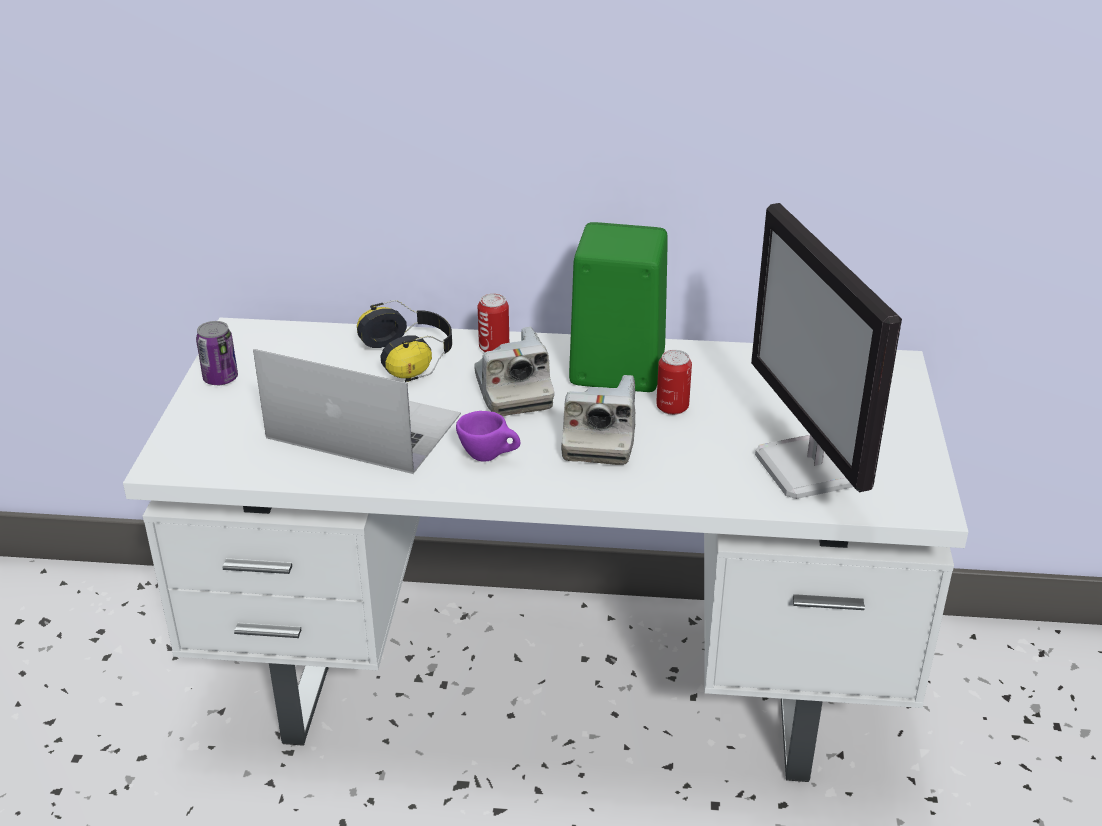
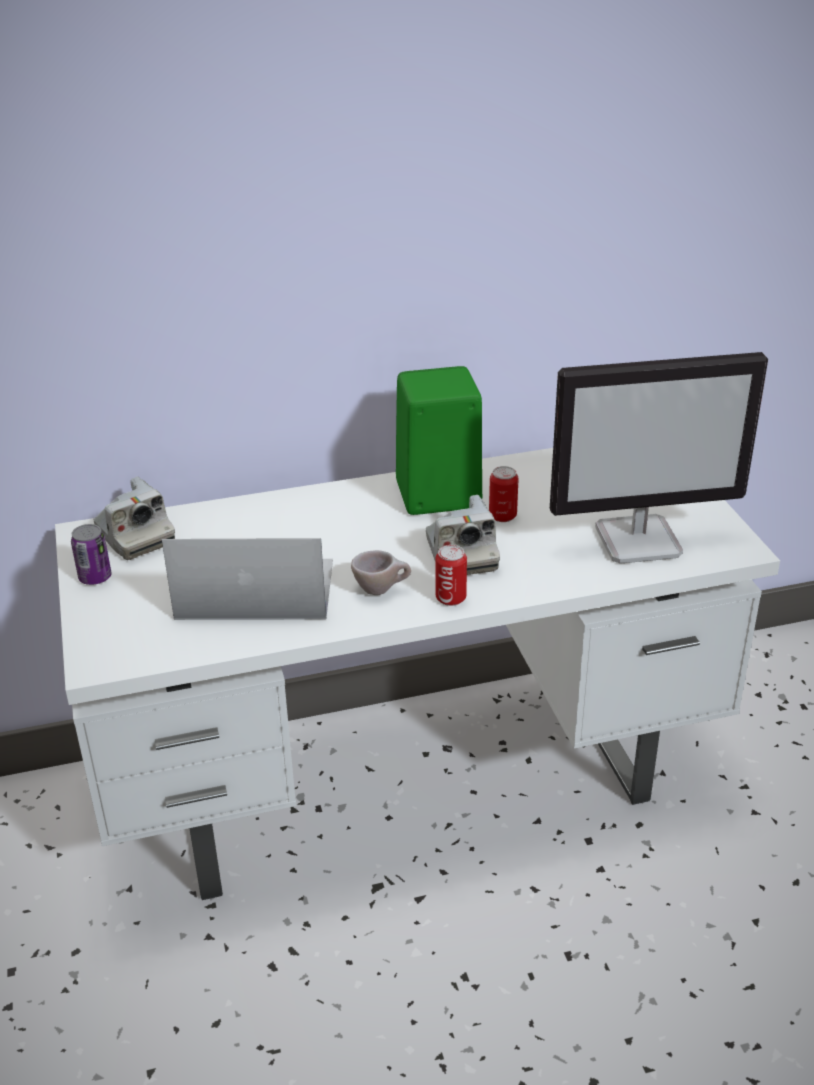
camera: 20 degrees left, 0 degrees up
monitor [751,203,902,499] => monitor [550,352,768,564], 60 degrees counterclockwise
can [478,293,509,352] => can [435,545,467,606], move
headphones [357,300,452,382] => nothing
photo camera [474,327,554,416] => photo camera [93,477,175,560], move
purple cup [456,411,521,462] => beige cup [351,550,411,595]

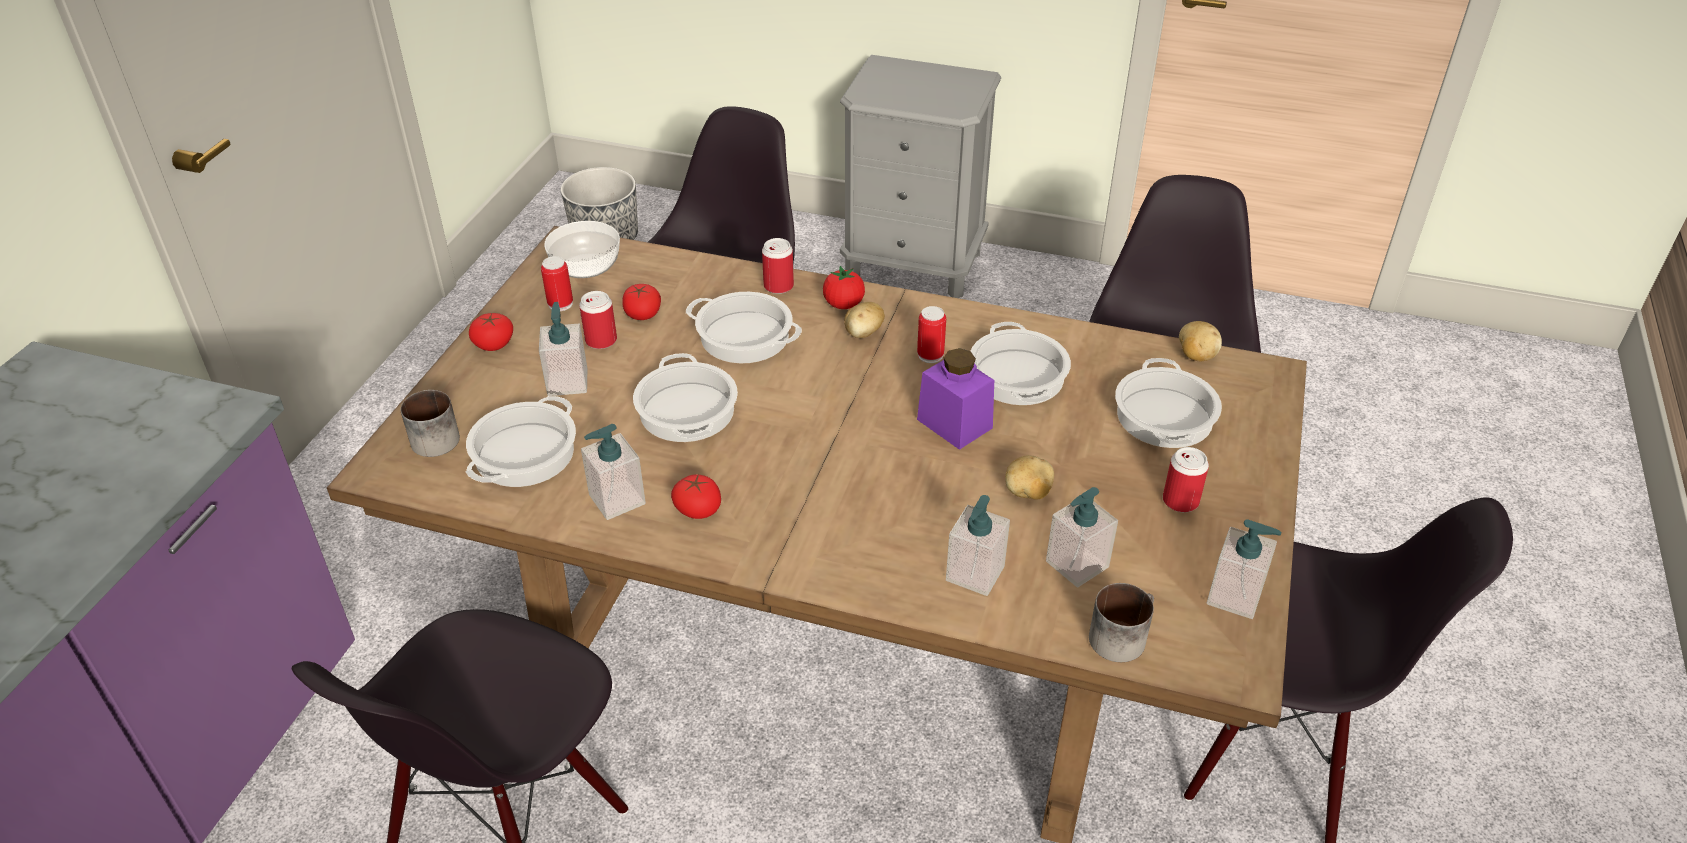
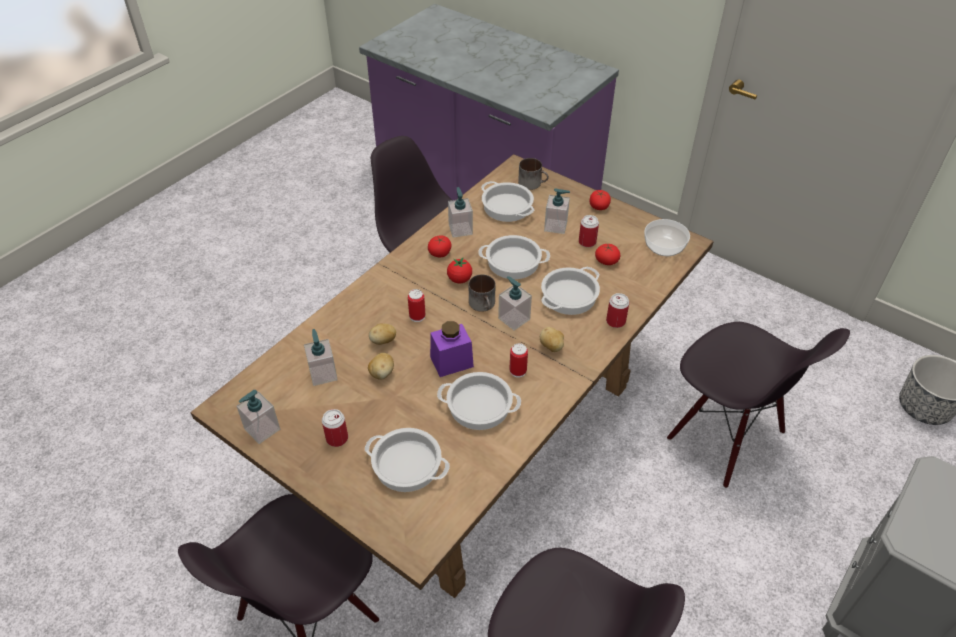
camera: 110 degrees right, 5 degrees up
can [541,256,573,311] => can [408,289,425,322], move
tomato [823,266,865,309] => tomato [447,258,472,283], move
potato [1179,321,1222,361] => potato [369,323,396,345], move
soap dispenser [946,495,1010,596] => soap dispenser [498,276,532,331], move
mug [1089,583,1154,662] => mug [469,274,495,312], move

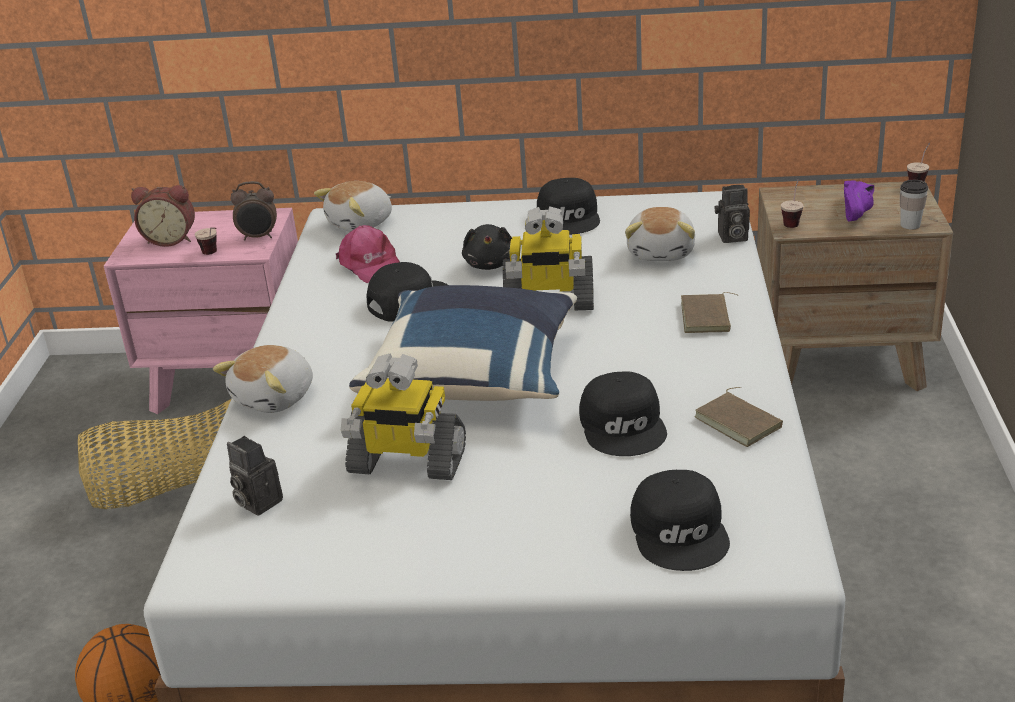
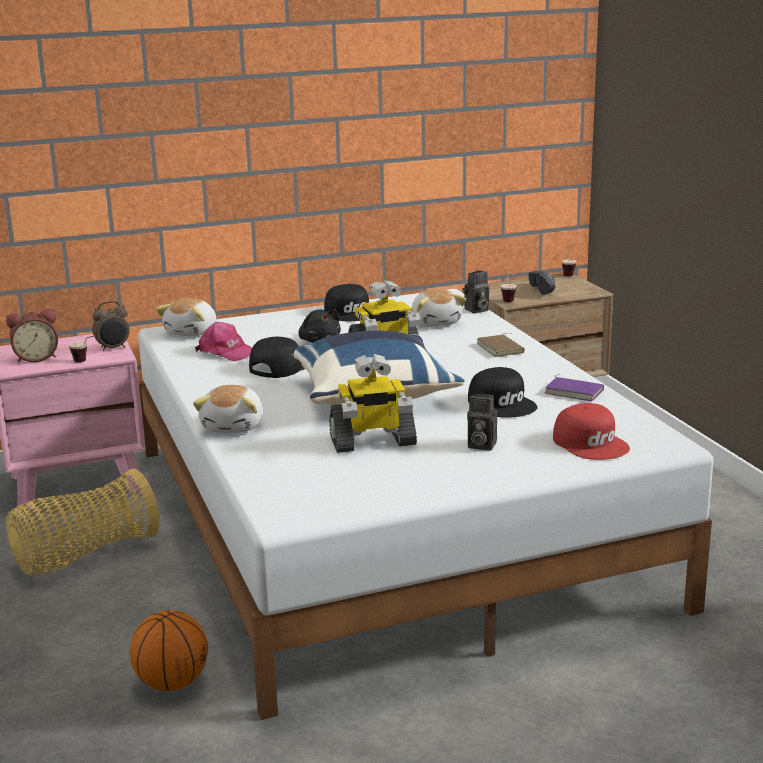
camera: 25 degrees left, 10 degrees down
cup [900,180,928,229] => nothing
purple shoe [844,181,874,221] => black shoe [529,271,555,295]
brown book [694,387,783,447] => purple book [544,374,604,401]
photo camera [227,436,283,516] => photo camera [467,394,497,451], move
black cap [630,470,730,571] => red cap [553,403,630,460]

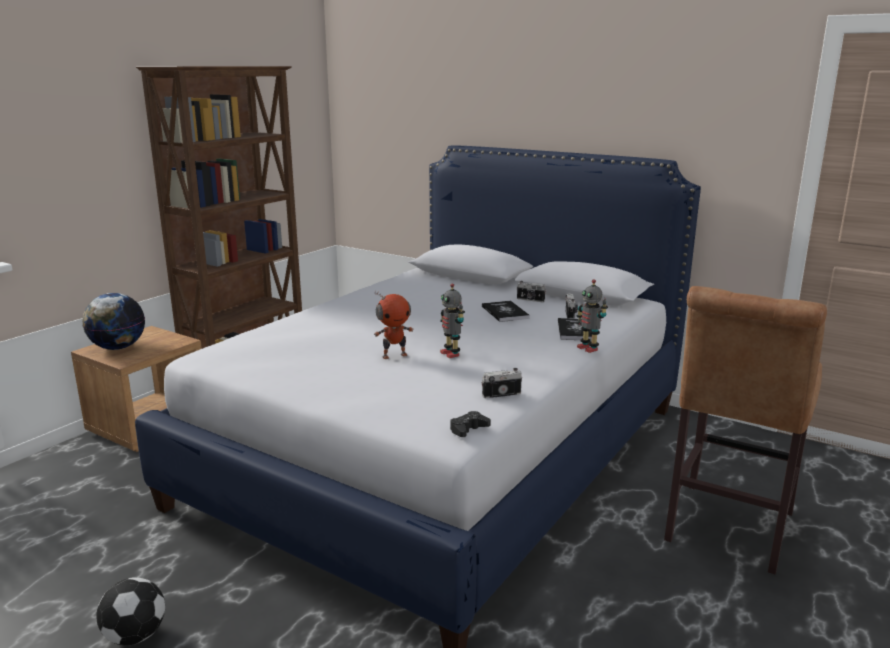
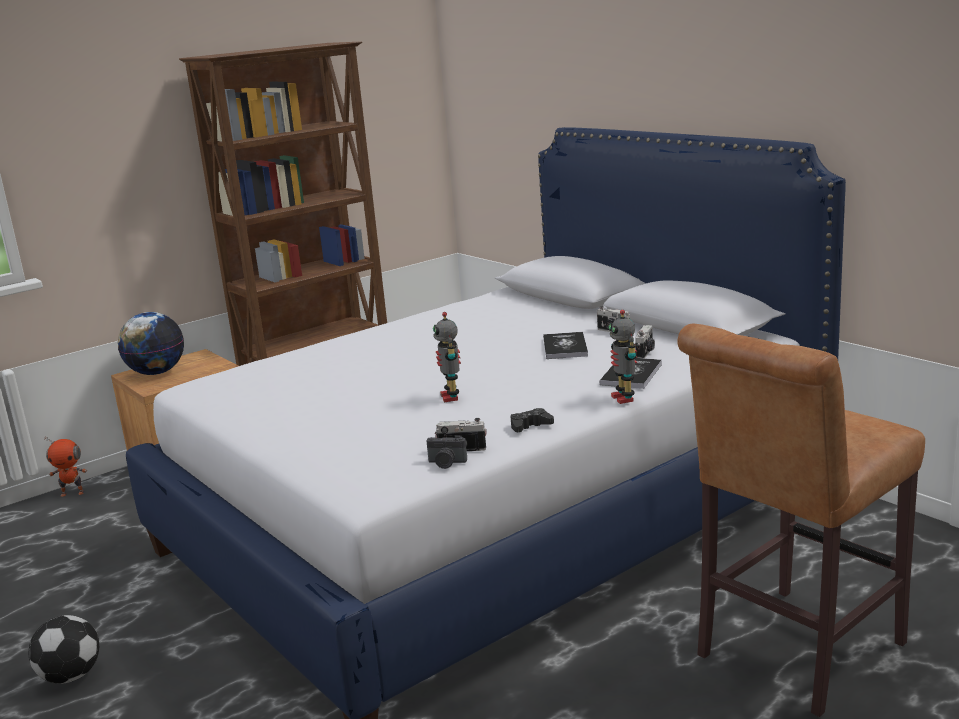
camera: 20 degrees right, 0 degrees up
toy robot [374,291,413,359] => toy robot [44,436,87,497], move
black game controller [450,411,491,437] => black game controller [511,408,554,432], move
nothing => photo camera [426,435,467,469]

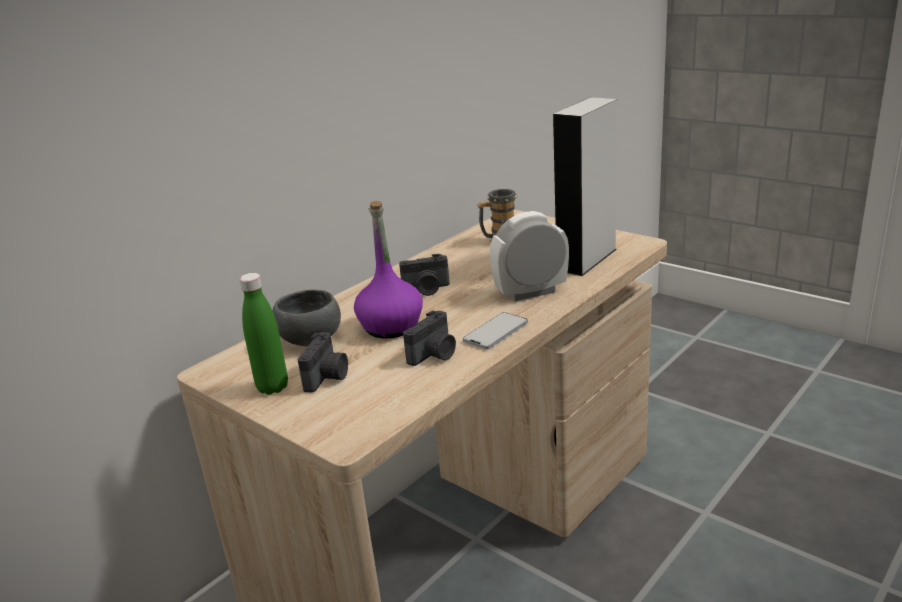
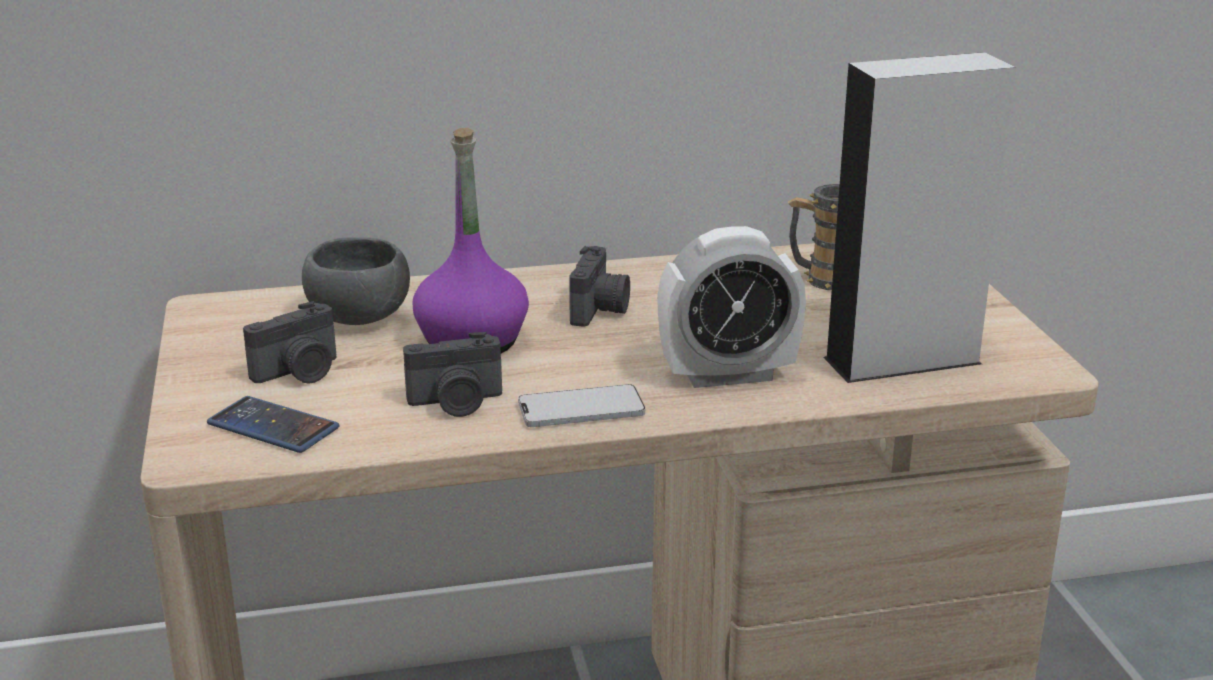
camera: 35 degrees right, 0 degrees up
alarm clock [490,211,569,301] => alarm clock [657,226,806,388], 150 degrees clockwise
photo camera [399,254,450,296] => photo camera [569,246,630,327], 105 degrees counterclockwise
green bottle [239,273,288,395] => nothing
nothing => phone [207,396,339,453]

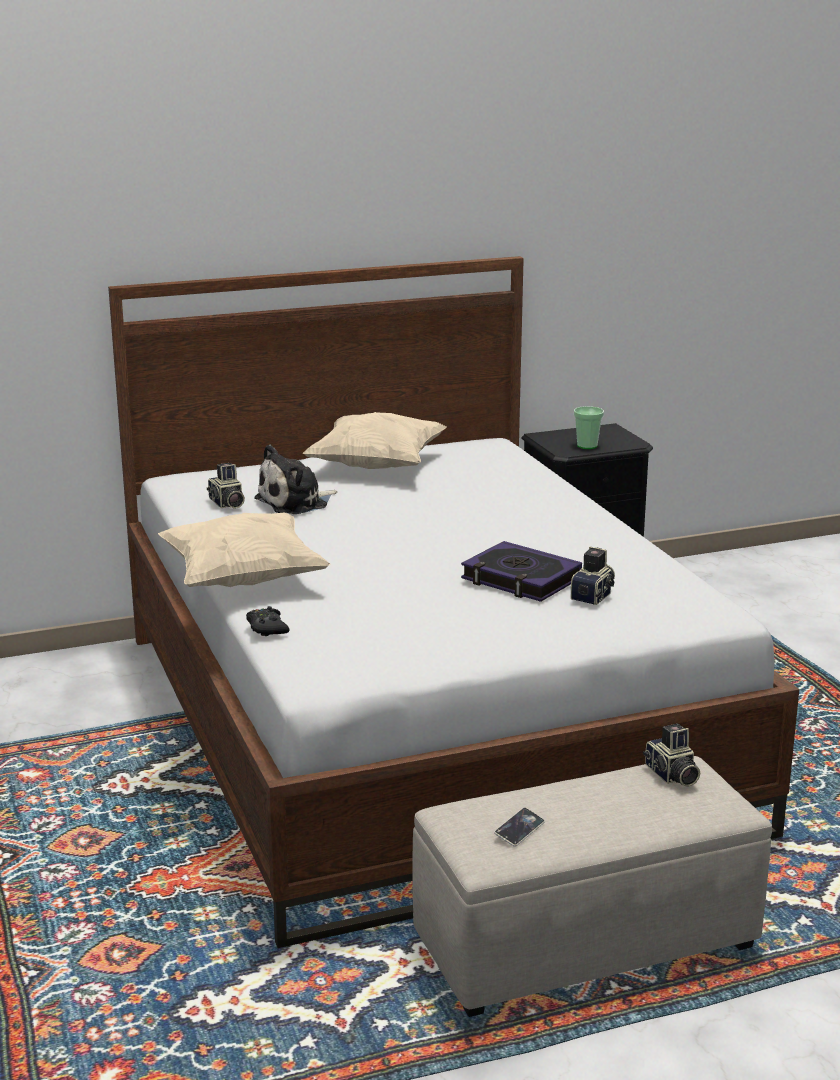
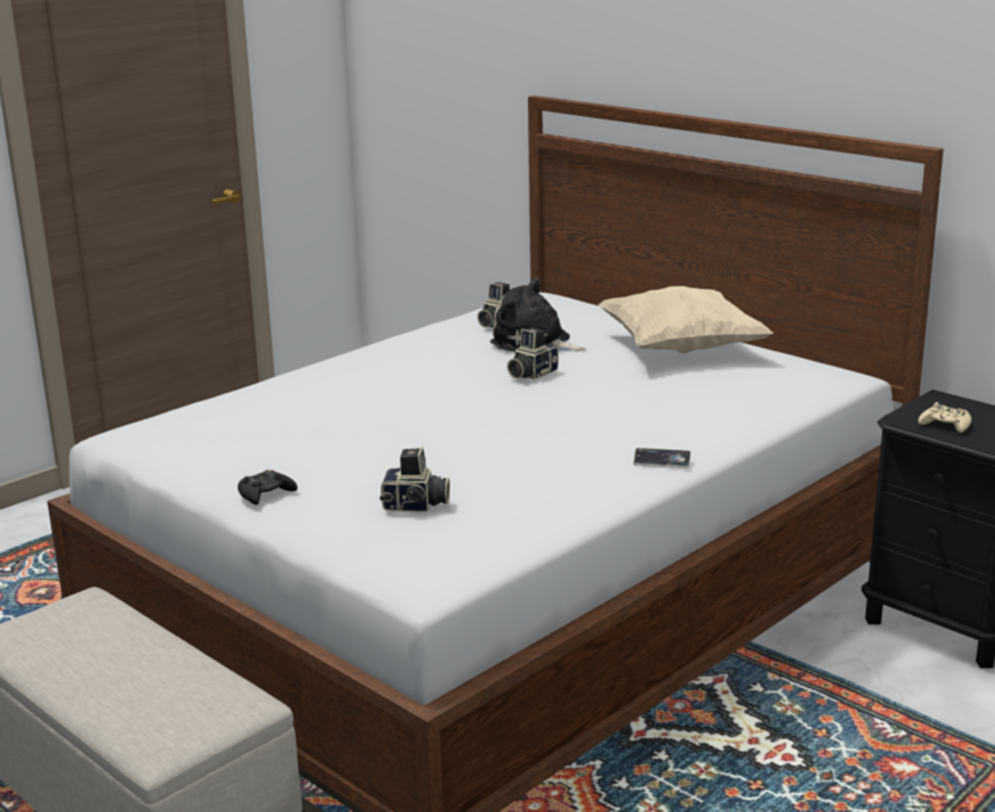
camera: 65 degrees right, 0 degrees up
cup [574,406,604,449] => beige game controller [918,402,971,433]
beige pillow [158,513,331,587] => nothing
book [461,541,582,602] => nothing
black game controller [246,606,290,636] => black game controller [238,470,297,505], move
photo camera [643,724,700,787] => photo camera [507,328,558,380], move
phone [494,808,545,847] => phone [633,448,691,468], move

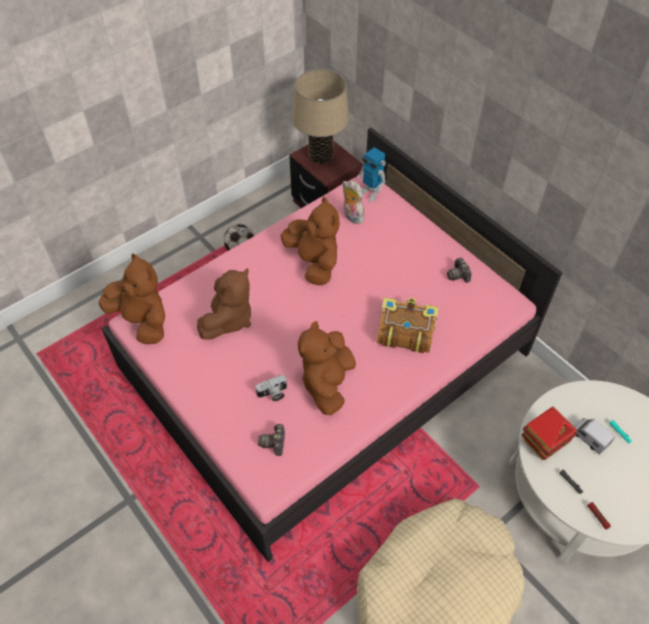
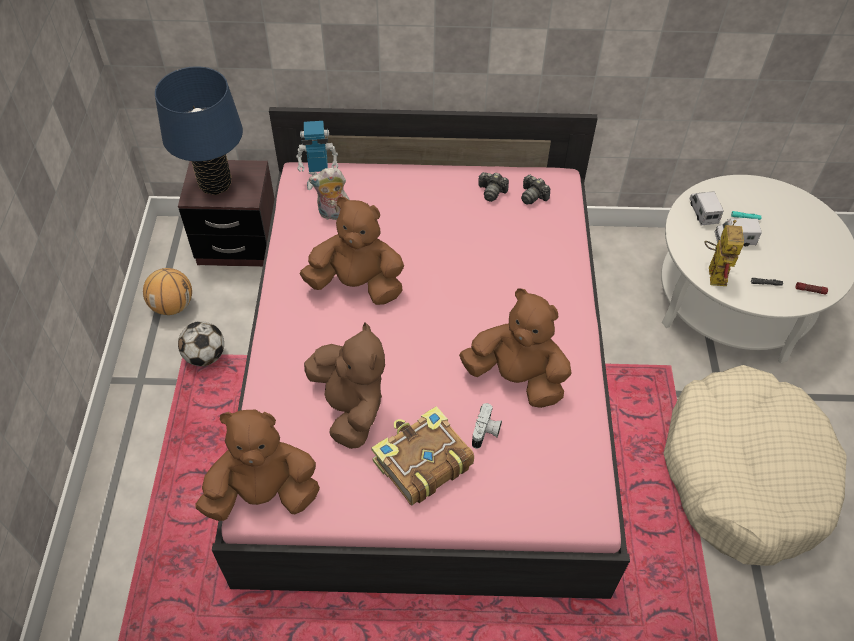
camera: 50 degrees left, 0 degrees up
beige table lamp [292,69,349,164] => blue table lamp [155,66,243,195]
book [377,298,439,353] => book [371,406,474,506], move
brown plush toy [298,321,356,415] => brown plush toy [459,289,571,408], 150 degrees clockwise
toy house [521,406,577,460] => toy robot [704,220,744,286]
photo camera [258,424,285,456] => photo camera [521,175,551,205], move
nothing => toy truck [689,191,724,226]
nothing => basketball [143,268,192,315]

